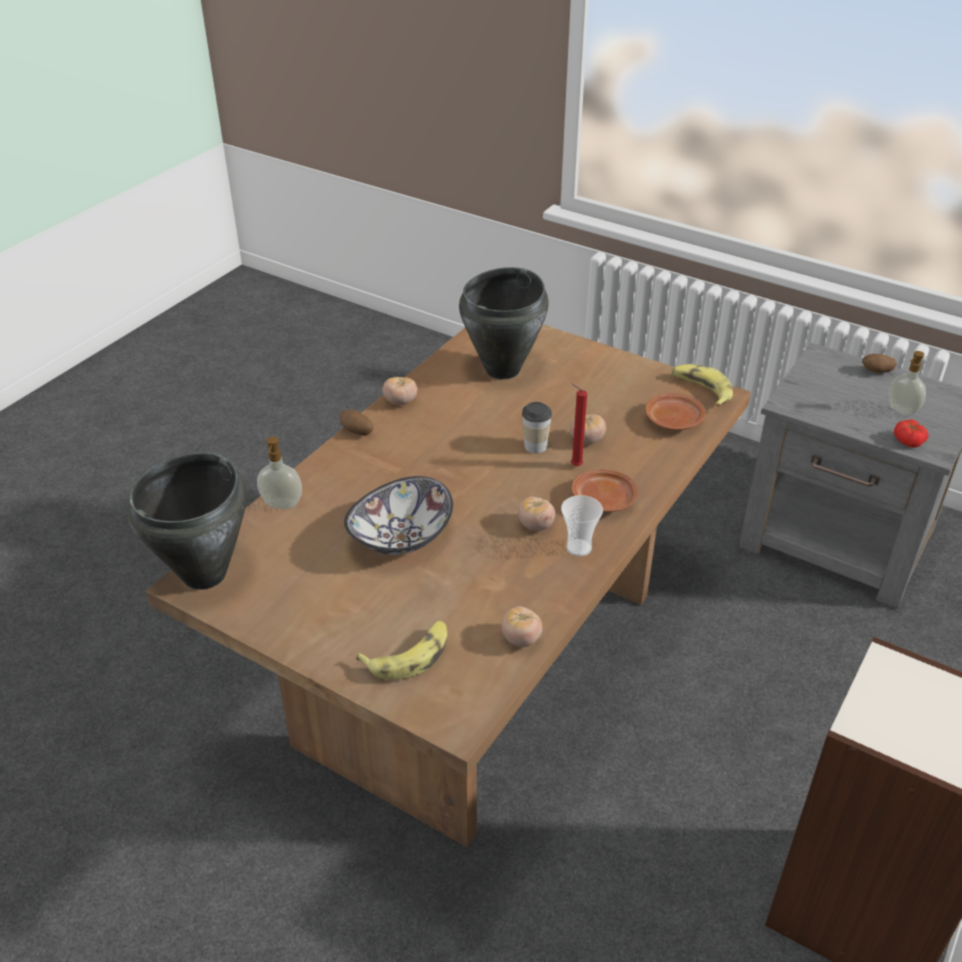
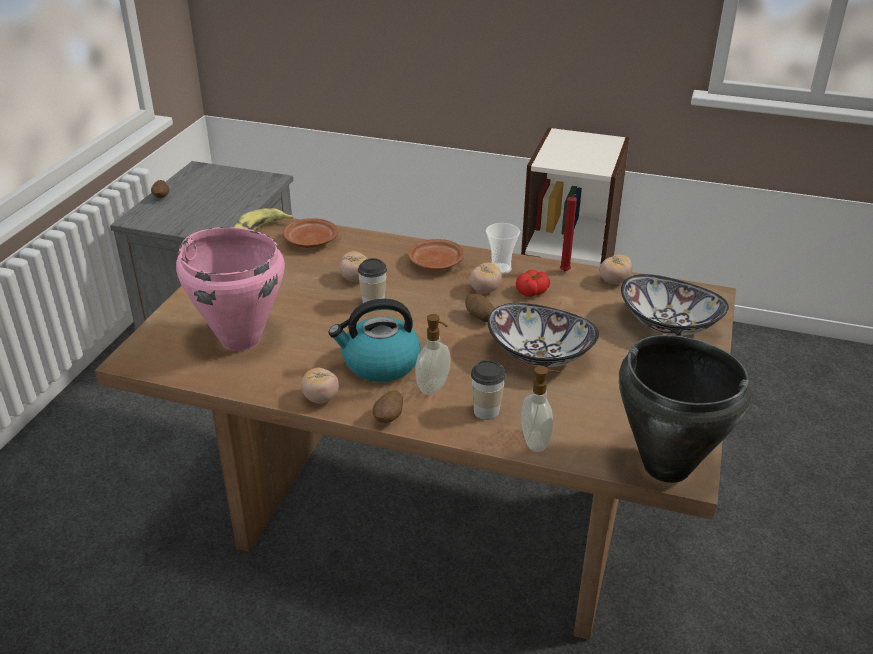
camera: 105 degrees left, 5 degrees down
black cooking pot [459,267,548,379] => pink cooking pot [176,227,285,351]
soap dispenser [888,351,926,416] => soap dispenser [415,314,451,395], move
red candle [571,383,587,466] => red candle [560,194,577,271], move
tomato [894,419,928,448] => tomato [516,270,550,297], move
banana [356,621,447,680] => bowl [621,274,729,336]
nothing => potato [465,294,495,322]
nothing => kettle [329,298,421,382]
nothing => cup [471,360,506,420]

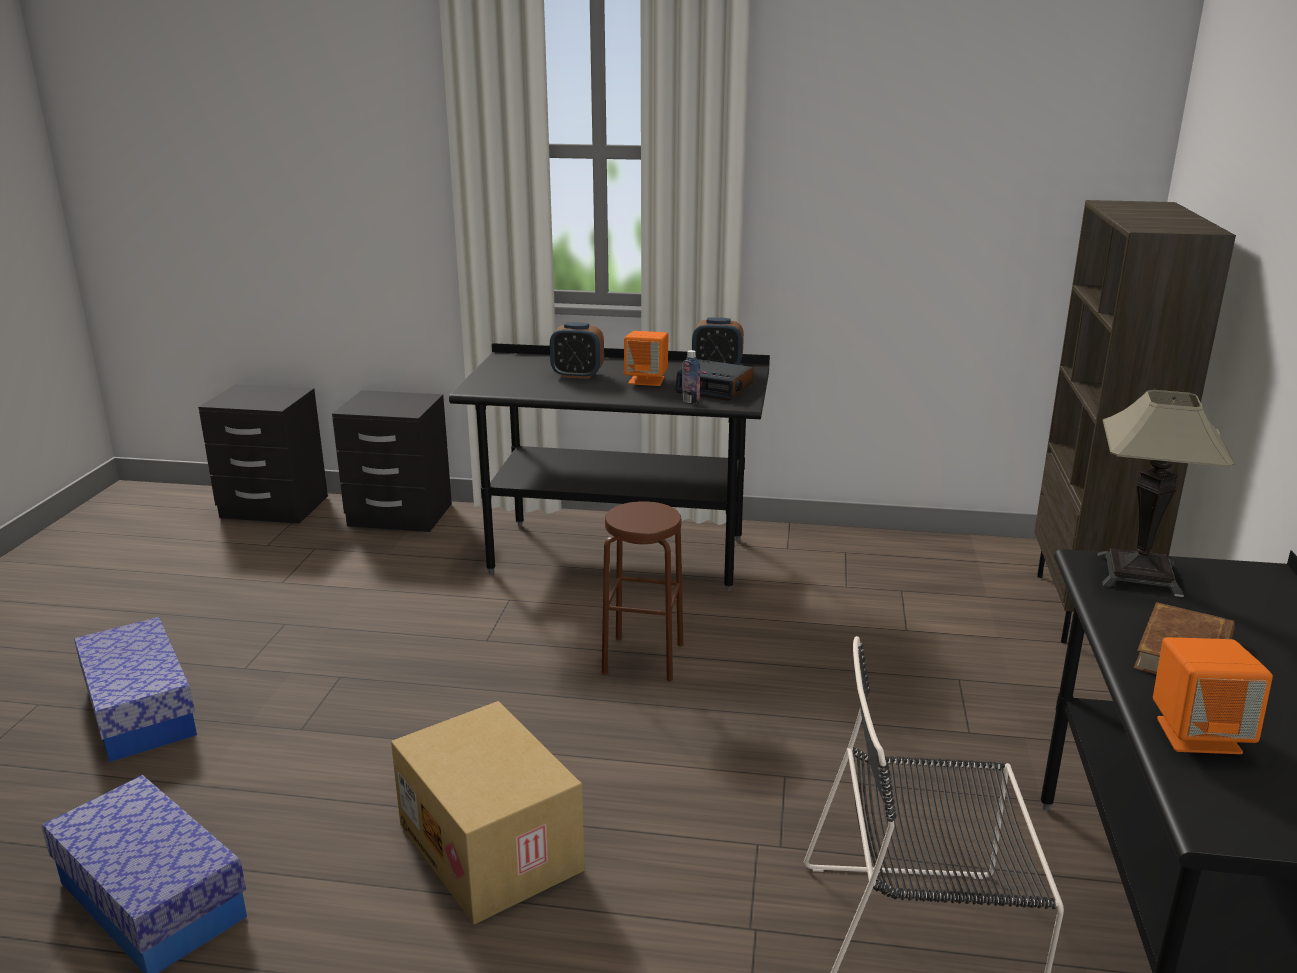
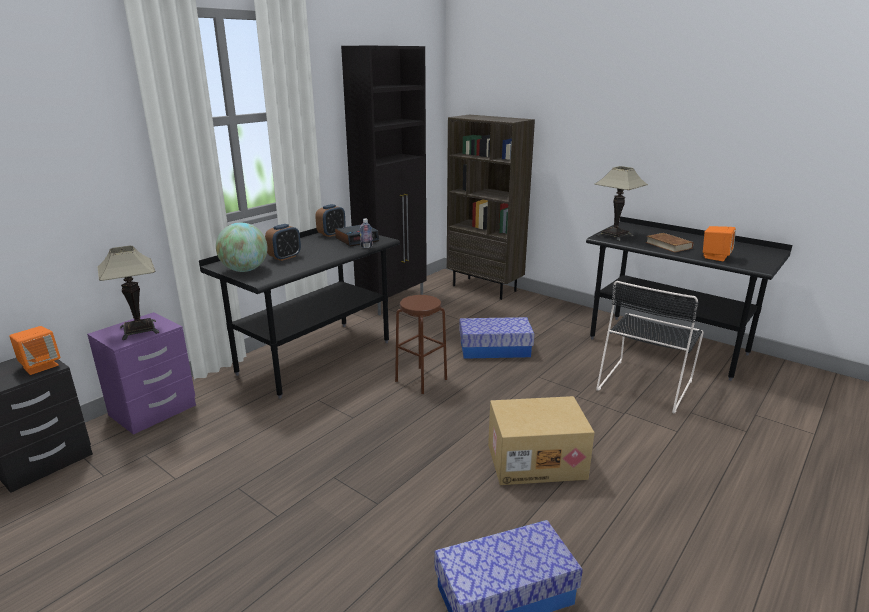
camera: 60 degrees left, 0 degrees up
orange speaker [624,331,669,386] => orange speaker [9,326,60,375], move
black nightstand [332,390,452,532] => purple nightstand [87,312,196,435]
storage box [74,617,197,762] => storage box [459,317,534,359], move
nothing => black cabinet [341,46,427,315]
nothing => globe [216,223,267,272]
nothing => table lamp [97,246,159,340]

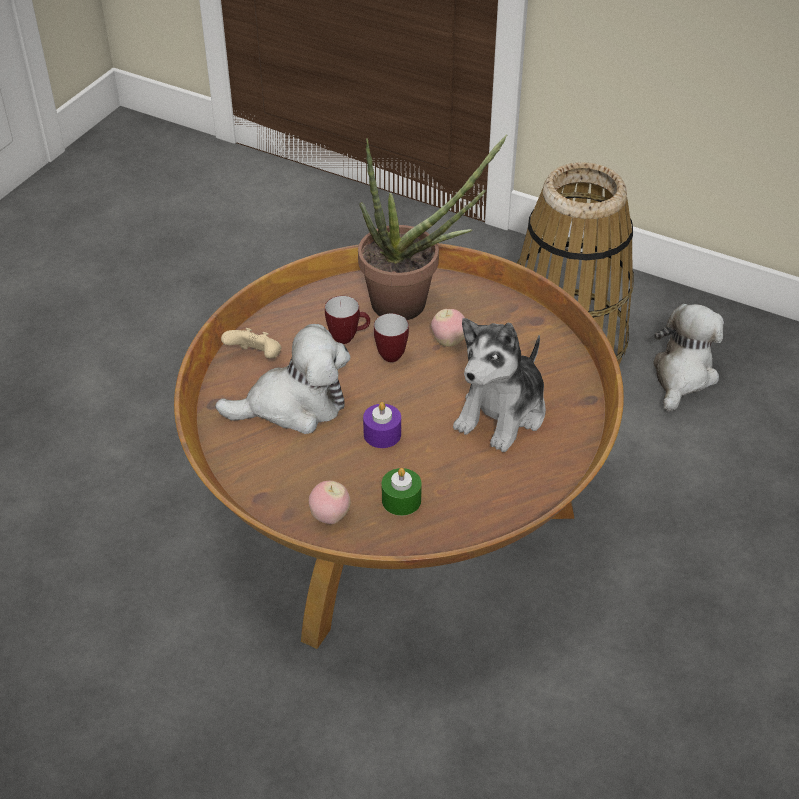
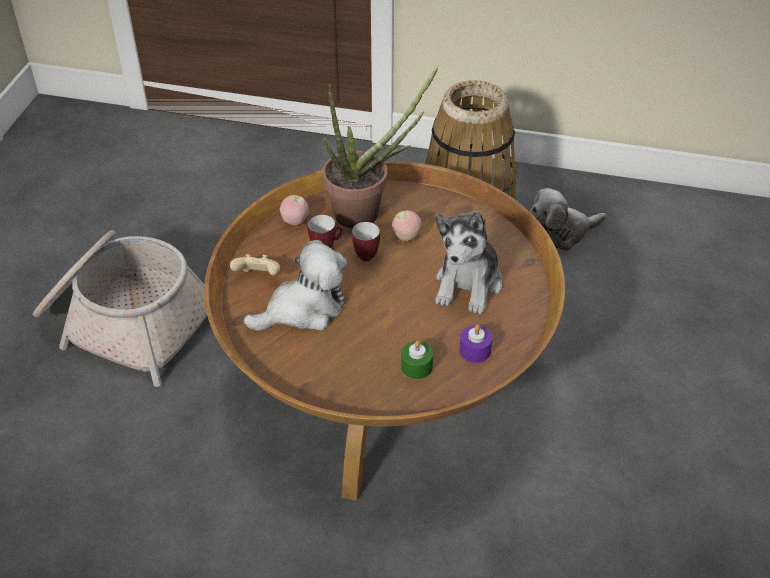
camera: 15 degrees left, 0 degrees up
plush toy [653,304,724,412] => plush toy [530,188,606,250], 120 degrees counterclockwise
purple candle [363,402,401,448] => purple candle [460,325,492,363], move
apple [309,481,351,524] => apple [280,195,309,225], move
nothing => basket [33,230,207,387]

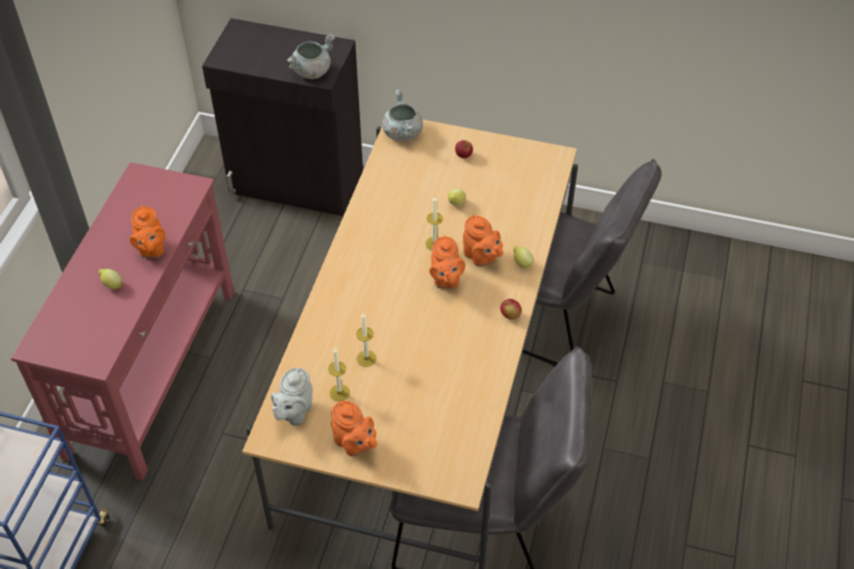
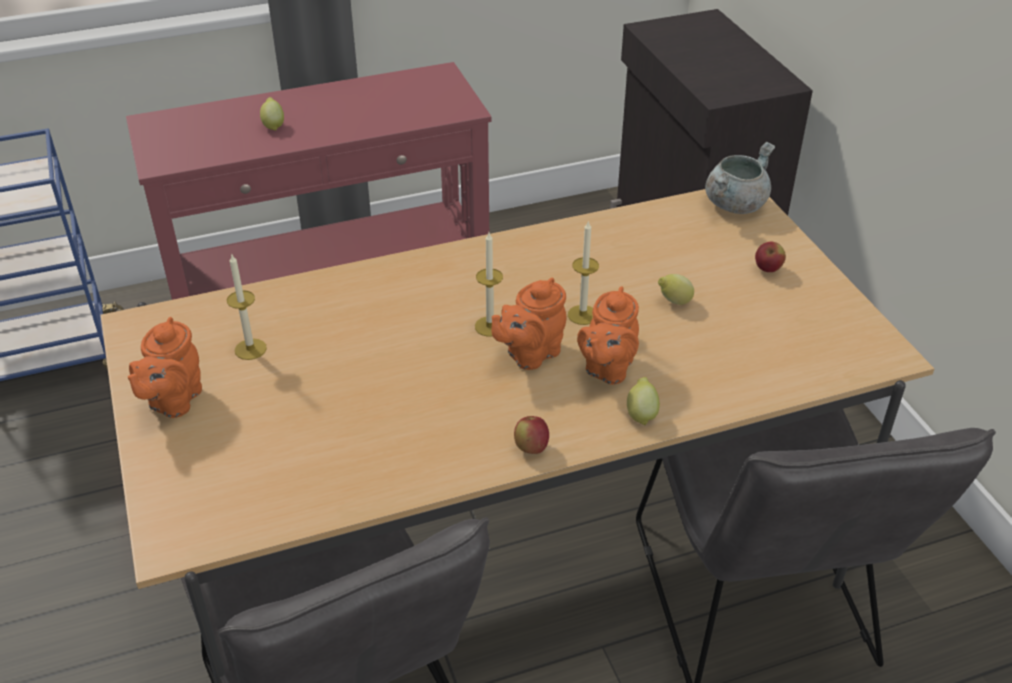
camera: 55 degrees right, 10 degrees down
grey cooking pot [287,34,335,79] => nothing
orange teapot [130,205,166,258] => nothing
candle [356,313,377,367] => candle [475,233,503,337], move
grey teapot [271,368,313,425] => nothing

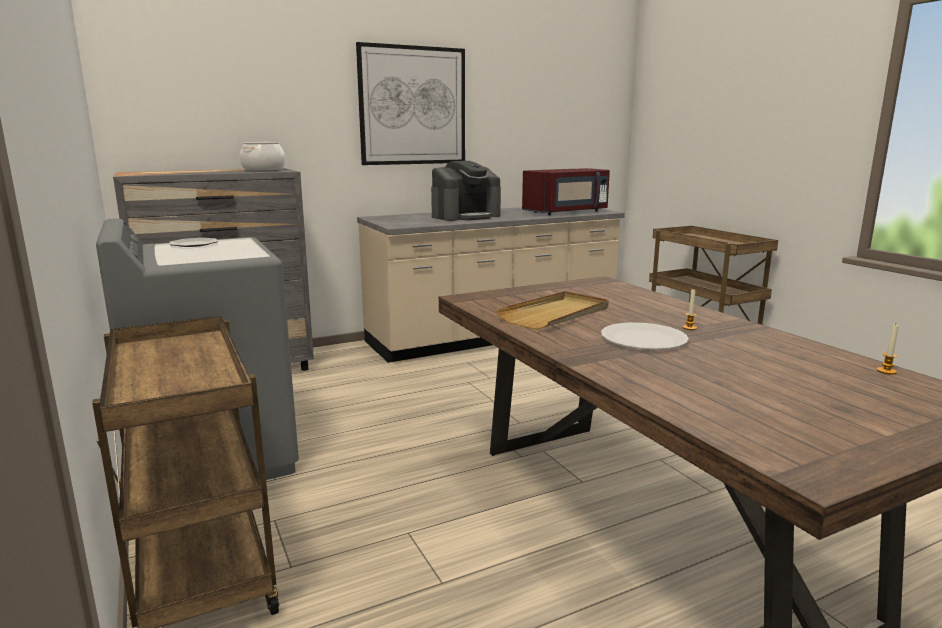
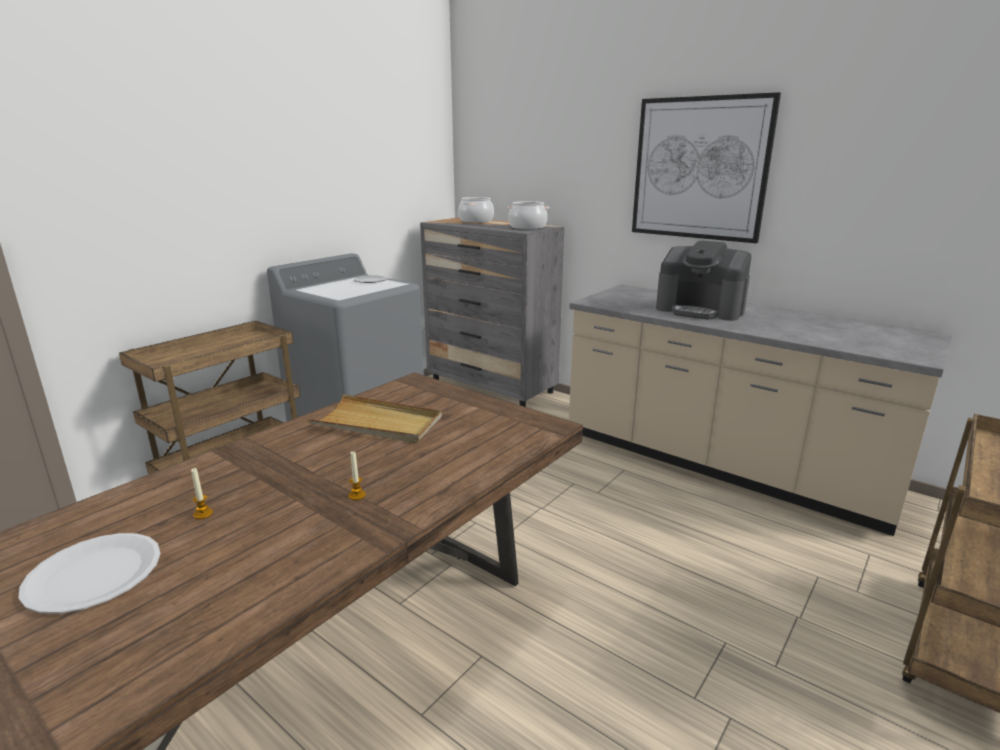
camera: 65 degrees right, 5 degrees up
red microwave [522,168,610,215] => nothing
white plate [601,322,689,350] => white plate [19,533,161,614], move
candle [877,324,898,375] => candle [191,468,213,519], move
nothing => cooking pot [458,197,494,223]

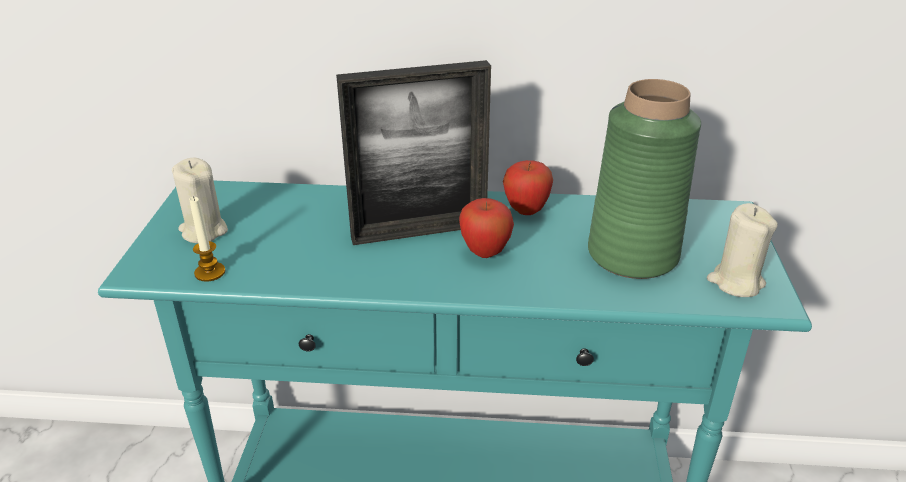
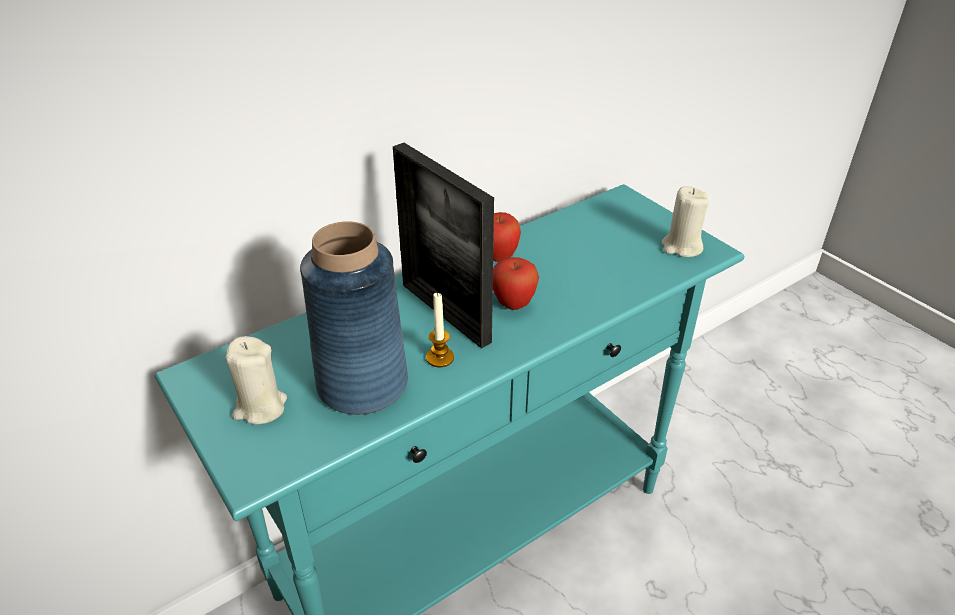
camera: 40 degrees left, 5 degrees up
picture frame [336,60,491,245] => picture frame [393,143,494,349], 105 degrees clockwise
green vase [588,79,701,279] => nothing
candle [189,196,225,282] => candle [426,292,454,367], move
nothing => blue vase [300,221,408,415]

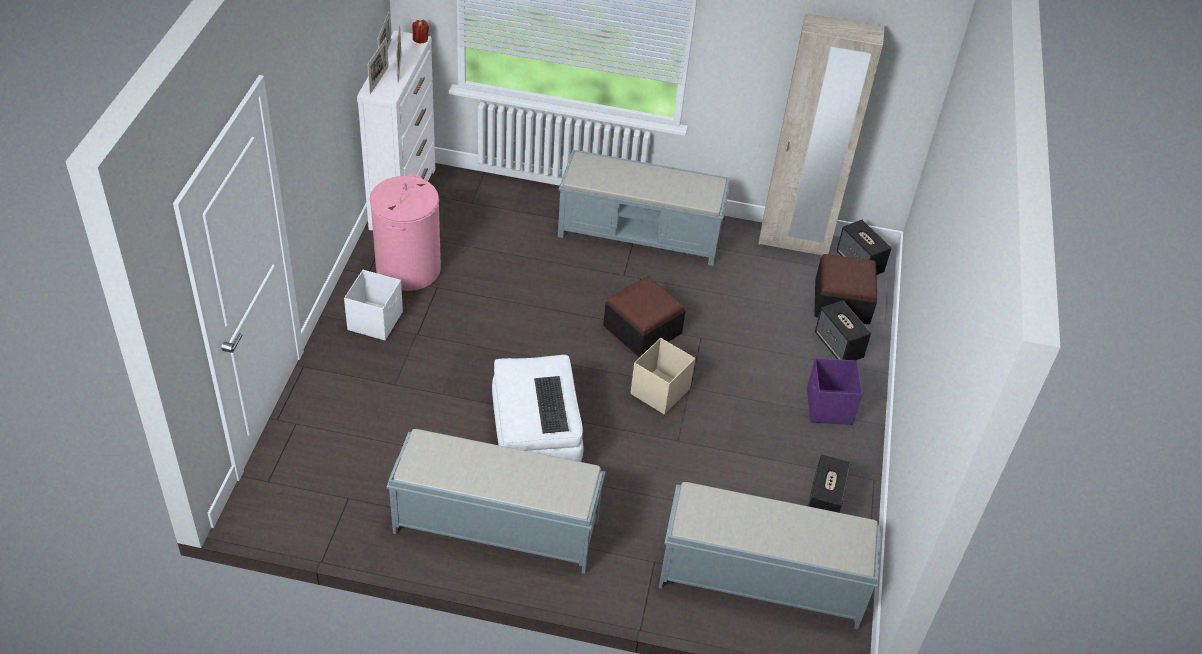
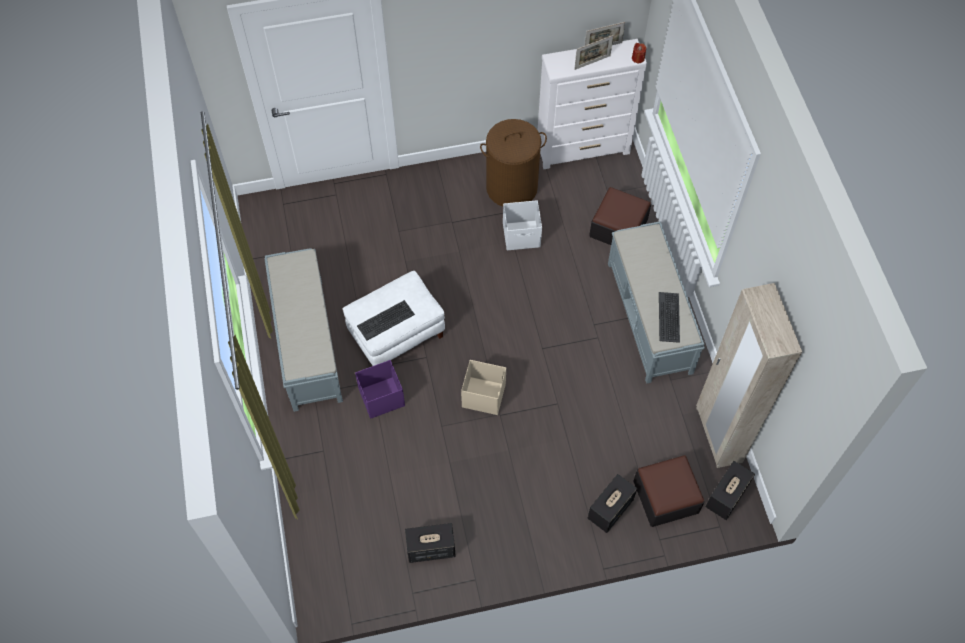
camera: 70 degrees right, 15 degrees up
picture frame [367,37,388,94] => nothing
pink laundry basket [370,174,441,291] => brown laundry basket [480,119,547,207]
white storage box [344,270,403,340] => white storage box [503,200,542,250], move
ottoman [603,276,685,358] => ottoman [589,187,651,245], move
purple storage box [807,358,863,425] => purple storage box [355,360,405,419], move
grey bench [659,482,881,630] => nothing
nothing => keyboard [659,292,680,343]

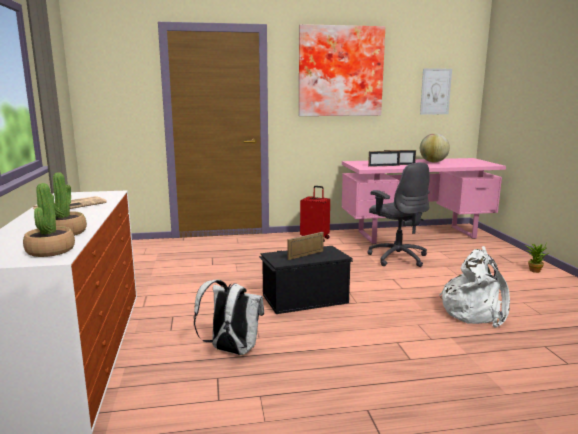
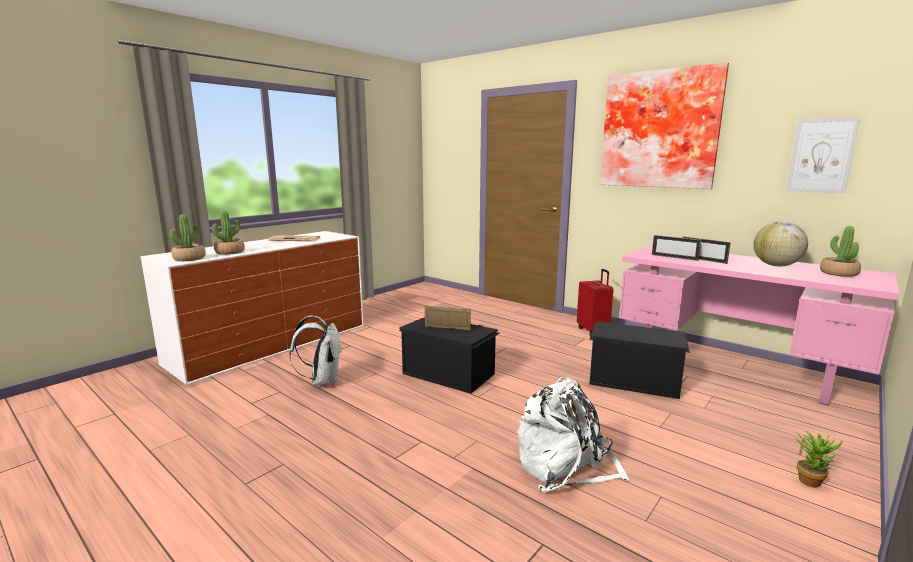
camera: 50 degrees right, 0 degrees up
grey office chair [367,162,430,267] => black storage box [589,322,690,399]
nothing => potted plant [820,226,861,277]

